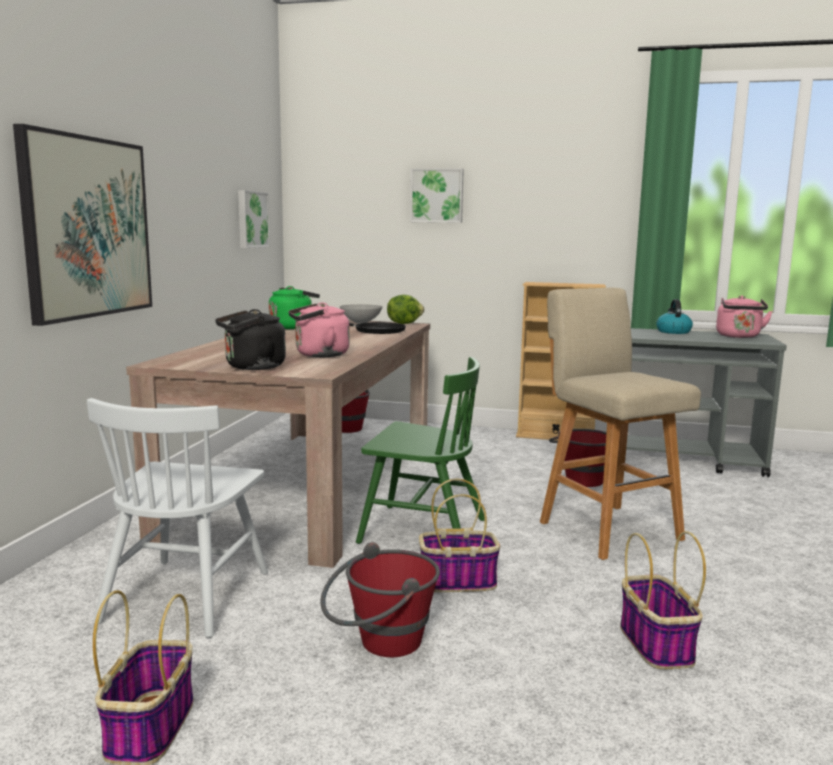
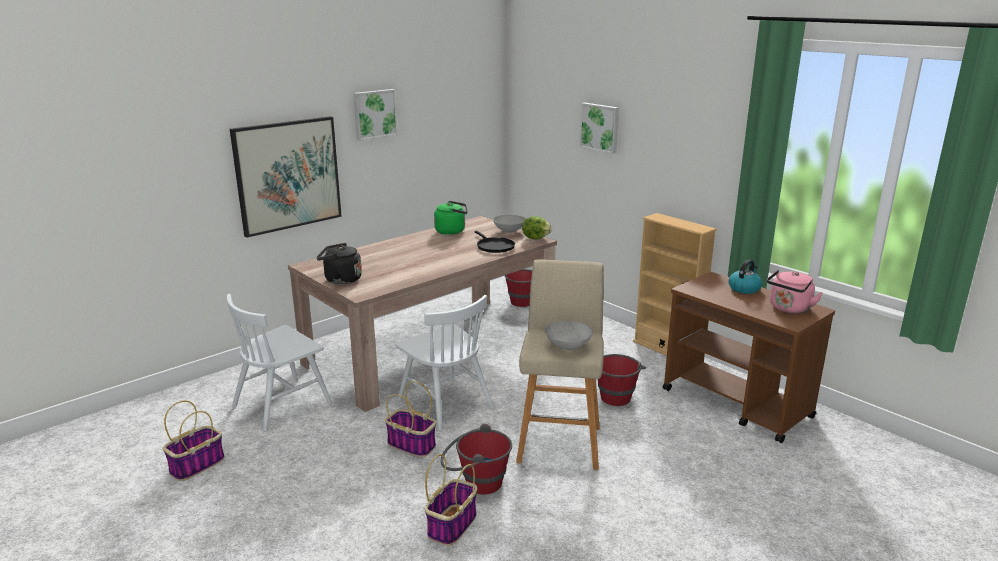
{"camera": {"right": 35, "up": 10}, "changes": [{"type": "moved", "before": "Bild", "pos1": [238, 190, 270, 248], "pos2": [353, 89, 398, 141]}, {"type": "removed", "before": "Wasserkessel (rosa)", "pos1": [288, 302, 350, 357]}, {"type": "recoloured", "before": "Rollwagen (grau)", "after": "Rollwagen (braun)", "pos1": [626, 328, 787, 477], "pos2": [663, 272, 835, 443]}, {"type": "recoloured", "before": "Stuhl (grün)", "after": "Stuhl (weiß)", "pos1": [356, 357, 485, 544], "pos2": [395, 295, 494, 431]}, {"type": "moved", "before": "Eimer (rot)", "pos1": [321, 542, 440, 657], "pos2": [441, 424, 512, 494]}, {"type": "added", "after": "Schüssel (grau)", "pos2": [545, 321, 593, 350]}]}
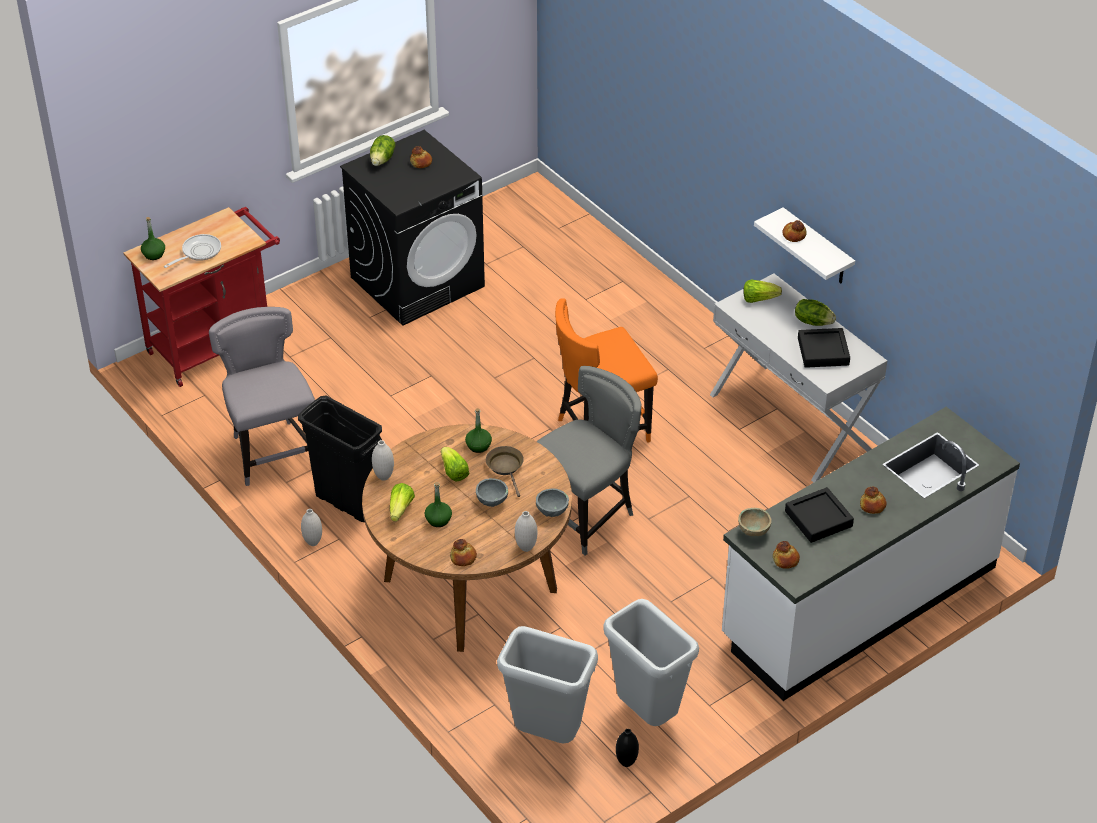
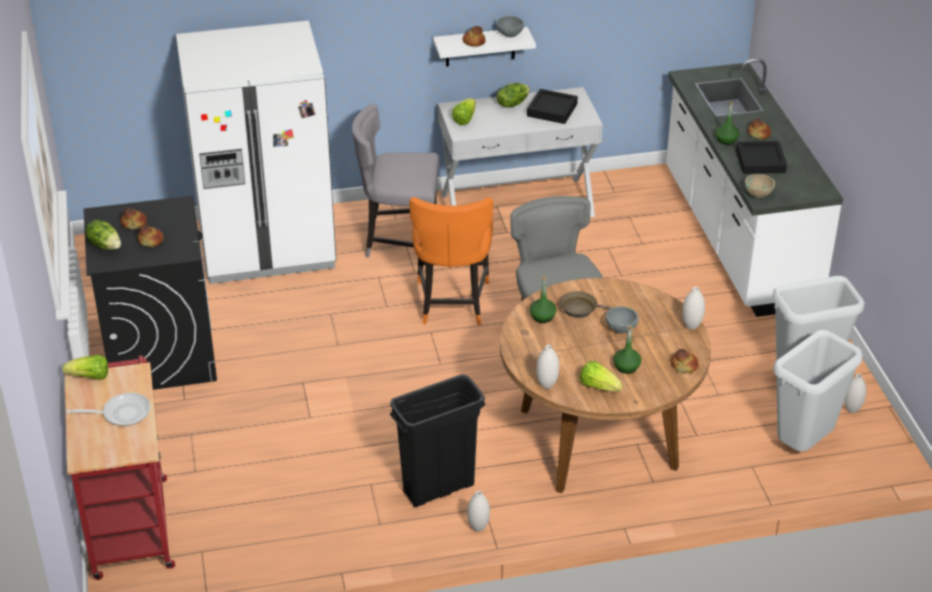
{"camera": {"right": -65, "up": -5}, "changes": [{"type": "moved", "before": "Flasche (grün)", "pos1": [141, 217, 165, 260], "pos2": [716, 101, 739, 145]}, {"type": "turned", "before": "Pfanne", "pos1": [164, 234, 221, 268], "pos2": [67, 393, 150, 426], "turn": 105}, {"type": "moved", "before": "Stuhl (grau)", "pos1": [209, 307, 315, 486], "pos2": [352, 104, 439, 258]}, {"type": "moved", "before": "Salatkopf", "pos1": [441, 447, 469, 482], "pos2": [63, 355, 108, 380]}, {"type": "moved", "before": "Schüssel (grau)", "pos1": [536, 488, 569, 517], "pos2": [496, 16, 524, 37]}, {"type": "moved", "before": "Brot", "pos1": [773, 541, 800, 569], "pos2": [137, 225, 163, 247]}, {"type": "recoloured", "before": "Vase (schwarz)", "after": "Vase (weiß)", "pos1": [616, 729, 639, 767], "pos2": [844, 374, 866, 413]}, {"type": "added", "after": "Kühlschrank (weiß)", "pos2": [176, 21, 336, 284]}]}
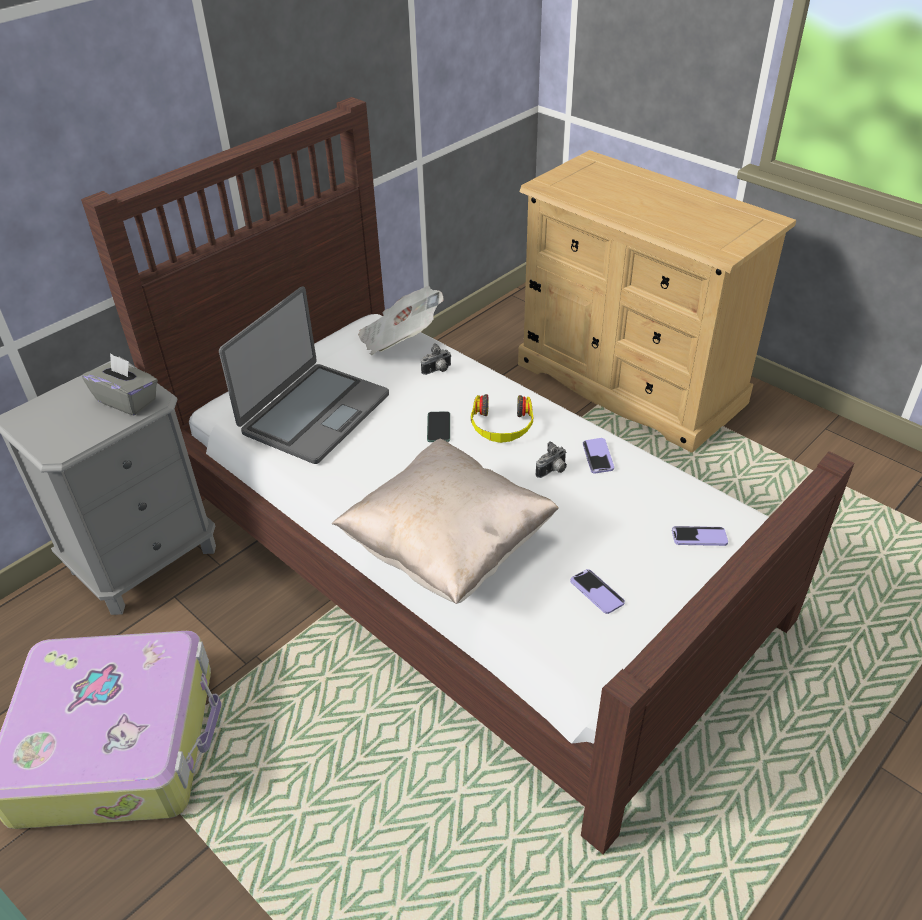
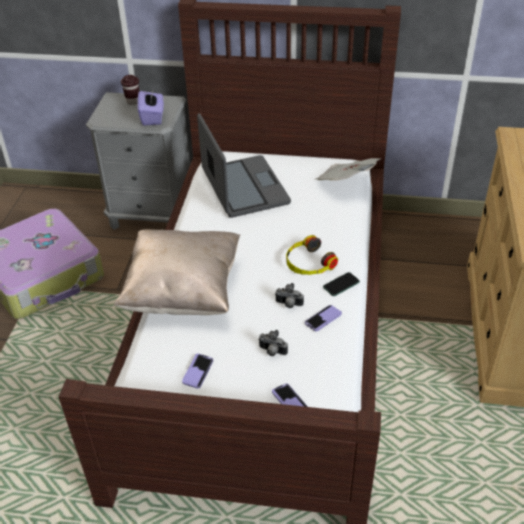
{"camera": {"right": 55, "up": 0}, "changes": [{"type": "turned", "before": "Laptop", "pos1": [219, 286, 389, 464], "pos2": [197, 113, 291, 218], "turn": -105}, {"type": "moved", "before": "Kamera", "pos1": [421, 343, 452, 375], "pos2": [258, 330, 288, 356]}, {"type": "recoloured", "before": "Taschentuchbox (grau)", "after": "Taschentuchbox (lila)", "pos1": [82, 353, 158, 415], "pos2": [137, 88, 164, 126]}, {"type": "moved", "before": "Handy", "pos1": [427, 411, 450, 442], "pos2": [323, 272, 360, 296]}, {"type": "added", "after": "Tasse (braun)", "pos2": [121, 75, 139, 105]}]}
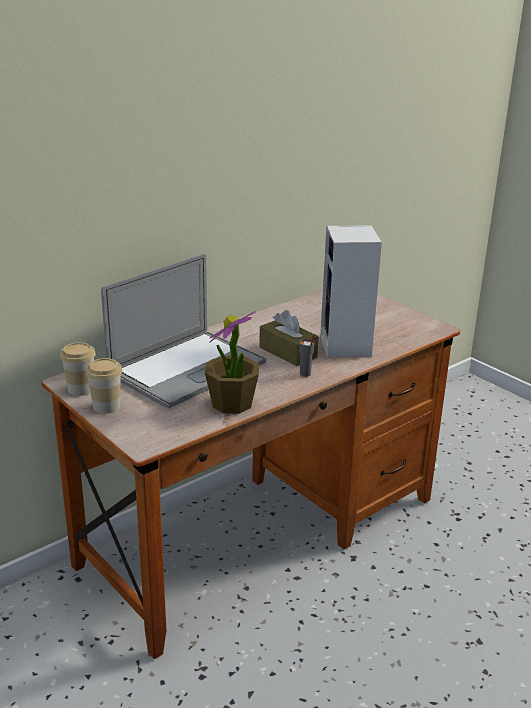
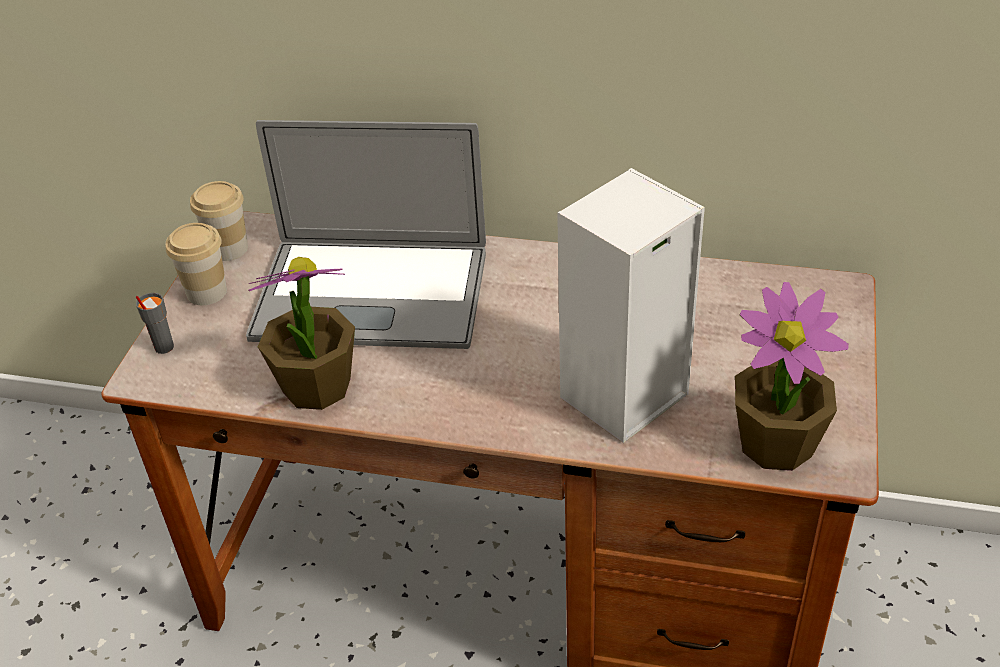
{"camera": {"right": 55, "up": 15}, "changes": [{"type": "removed", "before": "Taschentuchbox (braun)", "pos1": [259, 310, 319, 366]}, {"type": "moved", "before": "Tasse (grau)", "pos1": [299, 335, 315, 377], "pos2": [136, 293, 174, 354]}, {"type": "added", "after": "Topfpflanze", "pos2": [735, 282, 849, 471]}]}
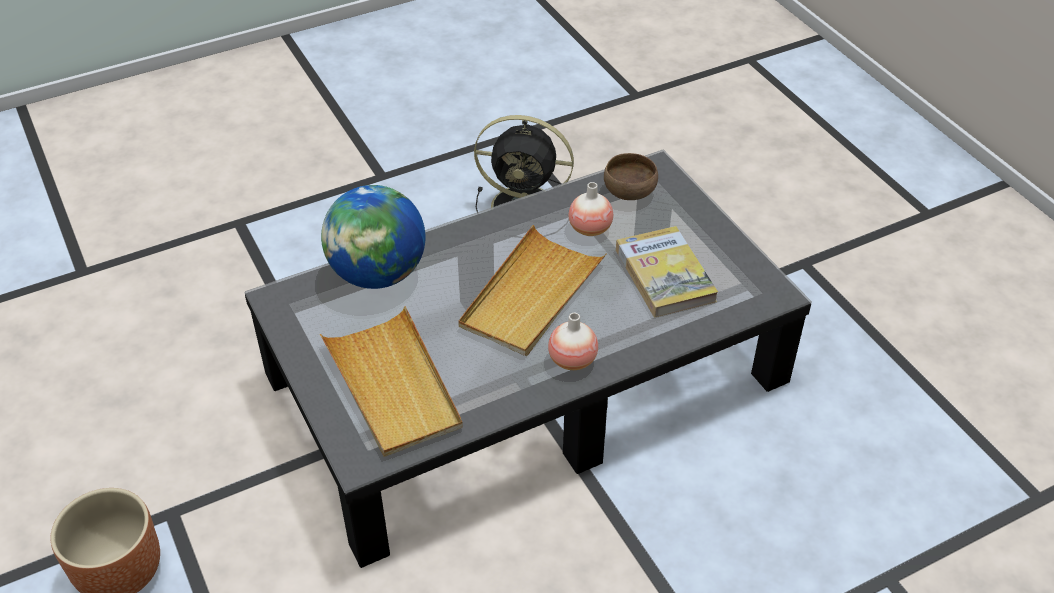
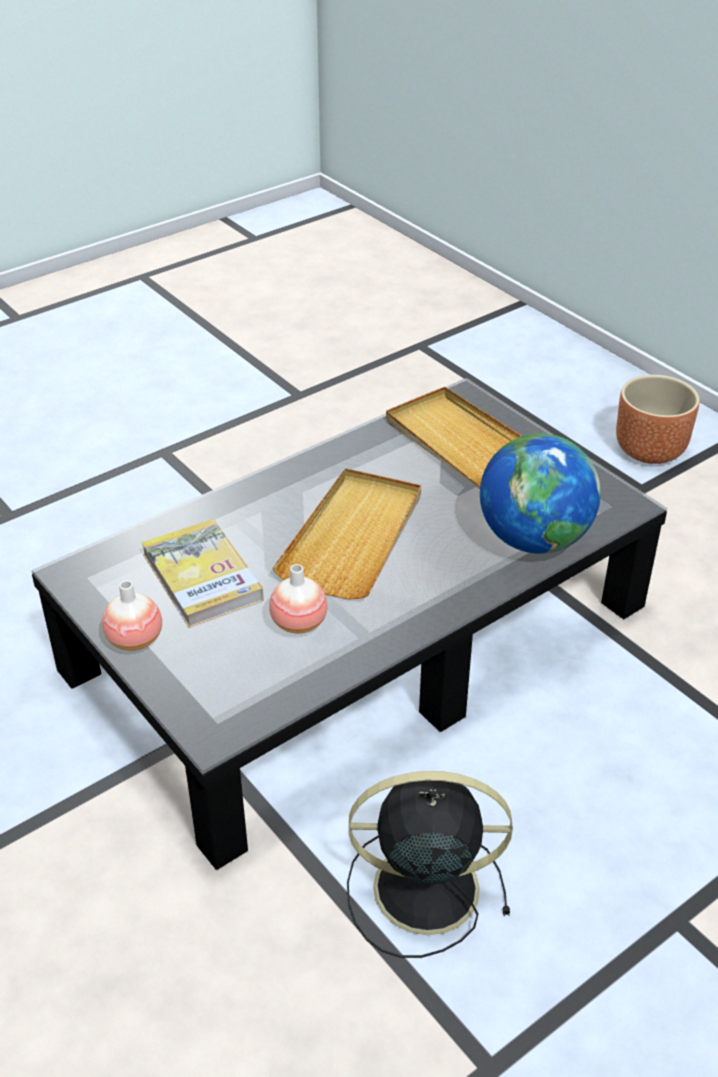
{"camera": {"right": 170, "up": -5}, "changes": [{"type": "removed", "before": "Schüssel (braun)", "pos1": [604, 153, 658, 200]}, {"type": "moved", "before": "Vase", "pos1": [548, 313, 598, 370], "pos2": [102, 580, 162, 651]}]}
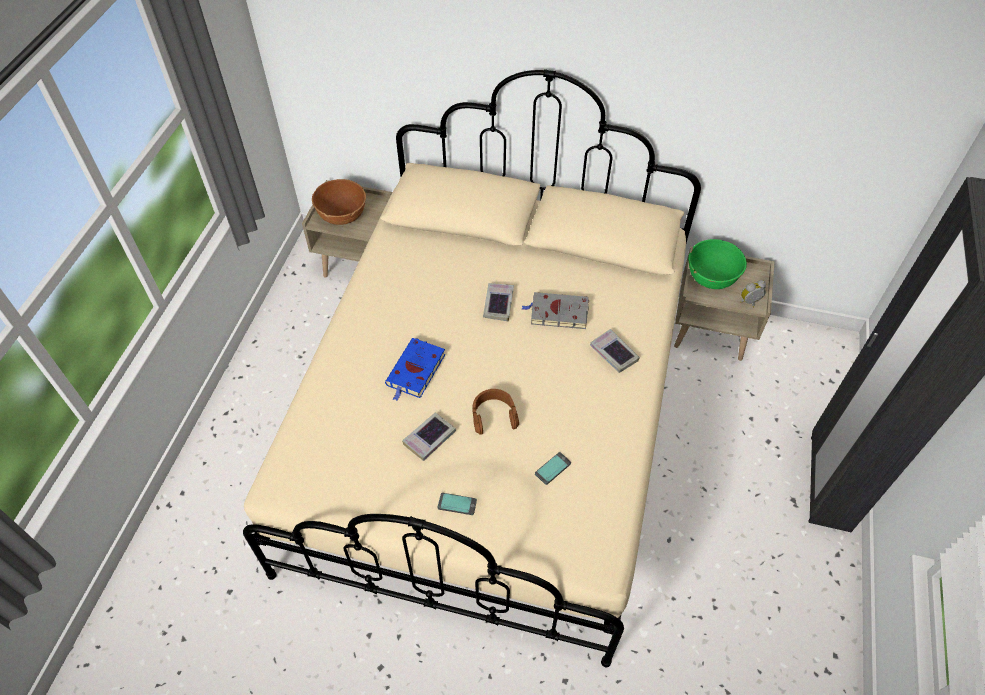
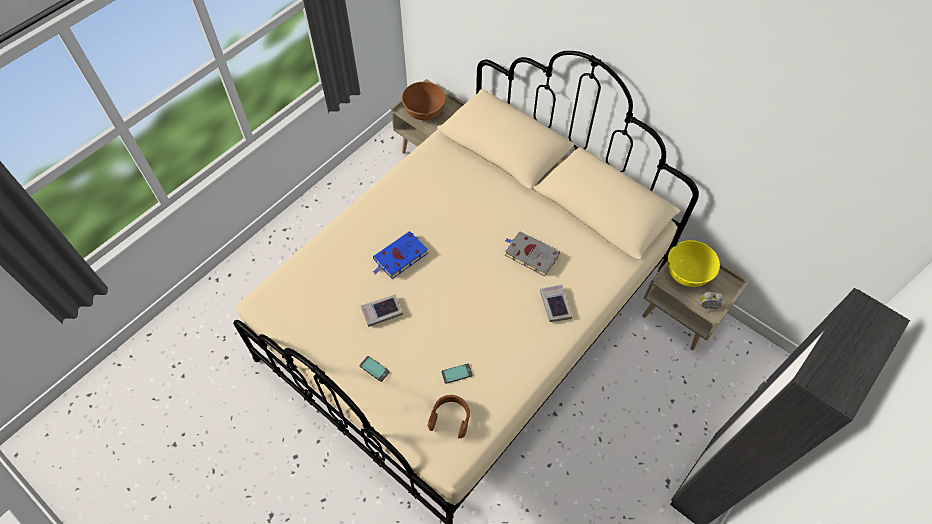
{"camera": {"right": 25, "up": 5}, "changes": [{"type": "recoloured", "before": "Schüssel (grün)", "after": "Schüssel (gelb)", "pos1": [688, 239, 747, 289], "pos2": [668, 240, 720, 287]}, {"type": "removed", "before": "Buch", "pos1": [483, 283, 514, 321]}, {"type": "moved", "before": "Kopfhörer (braun)", "pos1": [472, 389, 519, 435], "pos2": [427, 395, 470, 439]}]}
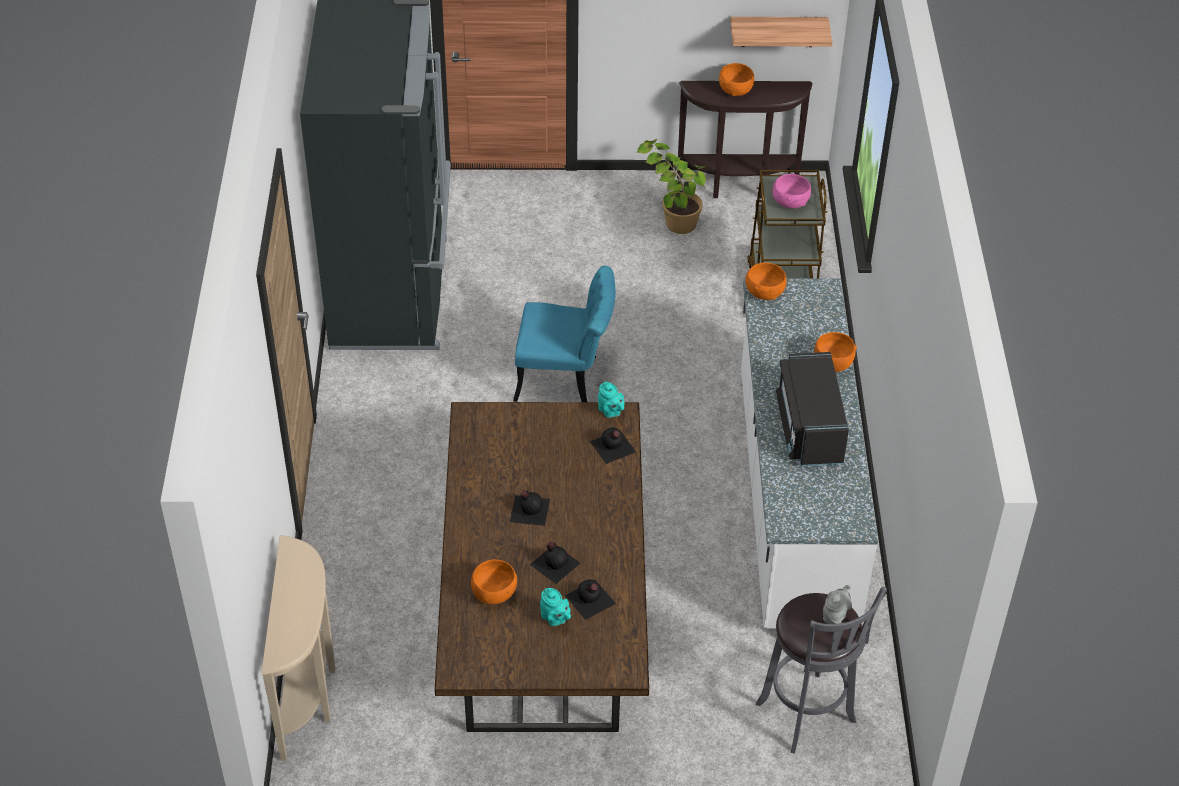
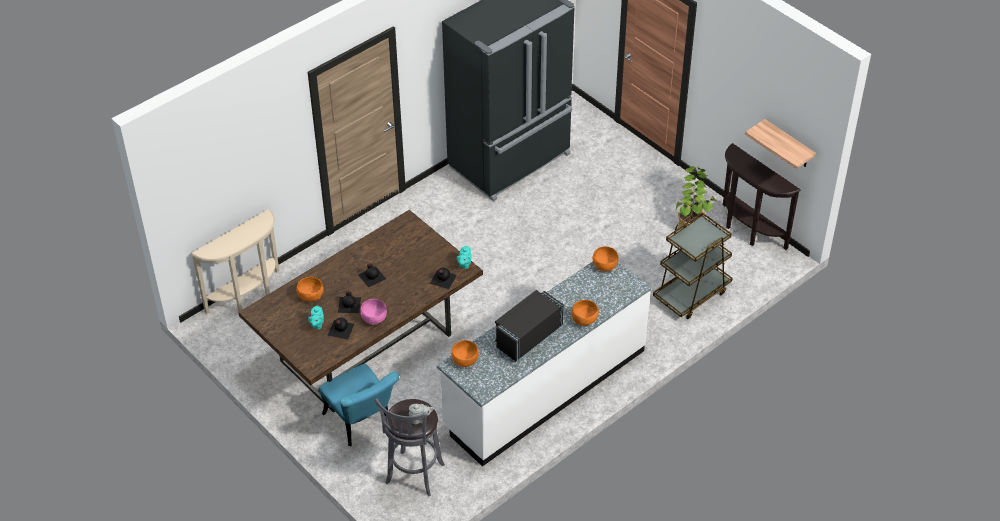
{"camera": {"right": 50, "up": 0}, "changes": [{"type": "moved", "before": "Schüssel (orange)", "pos1": [719, 63, 754, 96], "pos2": [451, 340, 479, 367]}, {"type": "moved", "before": "Schüssel (rosa)", "pos1": [772, 174, 811, 209], "pos2": [360, 299, 387, 325]}, {"type": "moved", "before": "Stuhl (türkis)", "pos1": [513, 266, 616, 402], "pos2": [319, 364, 399, 446]}]}
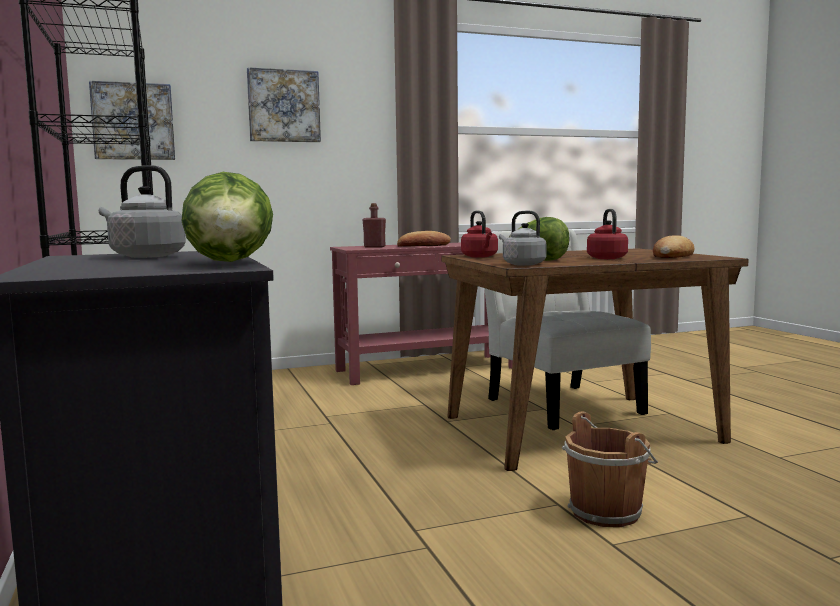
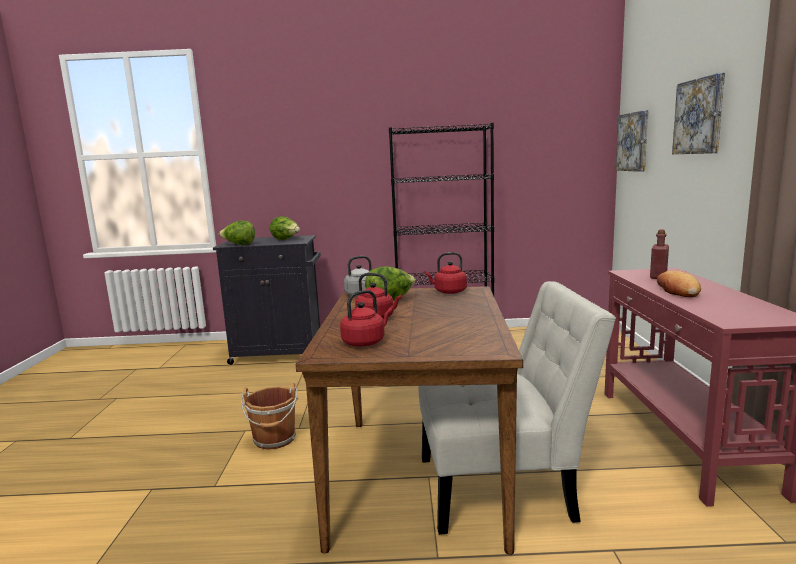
{"camera": {"right": 110, "up": 5}, "changes": [{"type": "replaced", "before": "Wasserkessel (grau)", "after": "Salatkopf", "pos1": [99, 165, 186, 258], "pos2": [270, 217, 300, 240]}, {"type": "replaced", "before": "Brot", "after": "Wasserkessel (rot)", "pos1": [653, 235, 694, 258], "pos2": [340, 290, 392, 346]}]}
